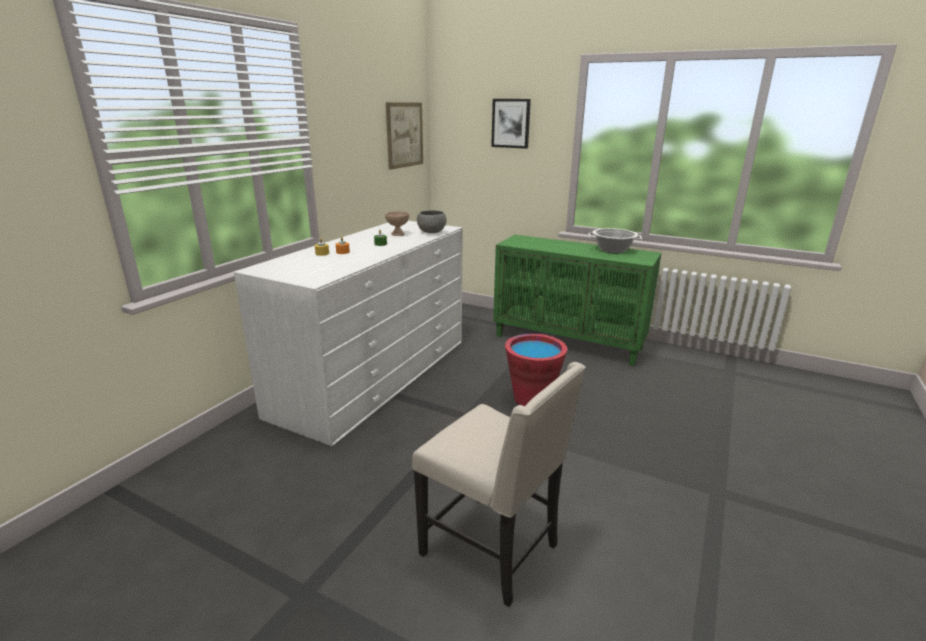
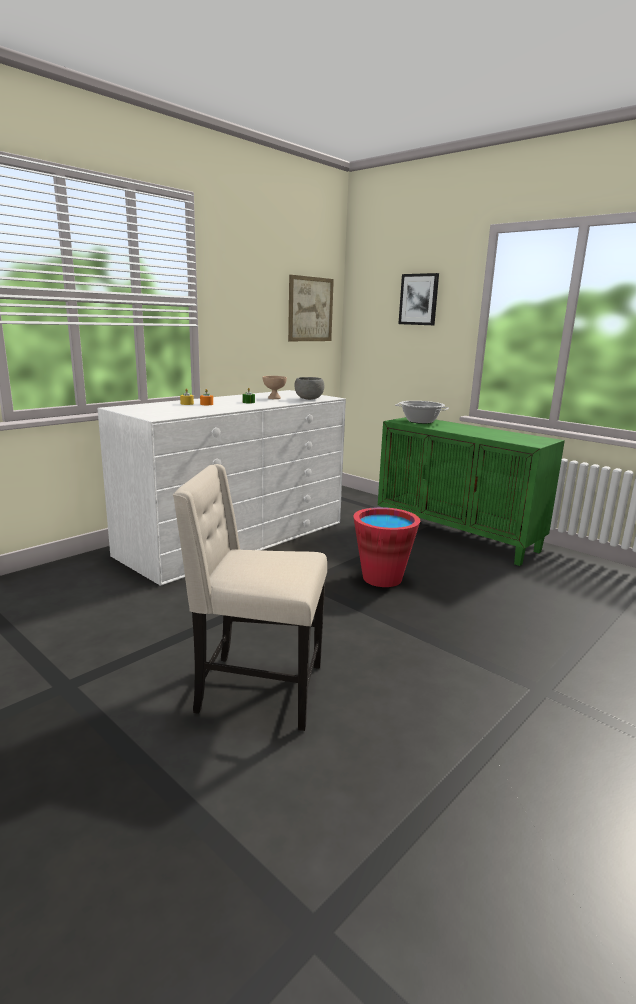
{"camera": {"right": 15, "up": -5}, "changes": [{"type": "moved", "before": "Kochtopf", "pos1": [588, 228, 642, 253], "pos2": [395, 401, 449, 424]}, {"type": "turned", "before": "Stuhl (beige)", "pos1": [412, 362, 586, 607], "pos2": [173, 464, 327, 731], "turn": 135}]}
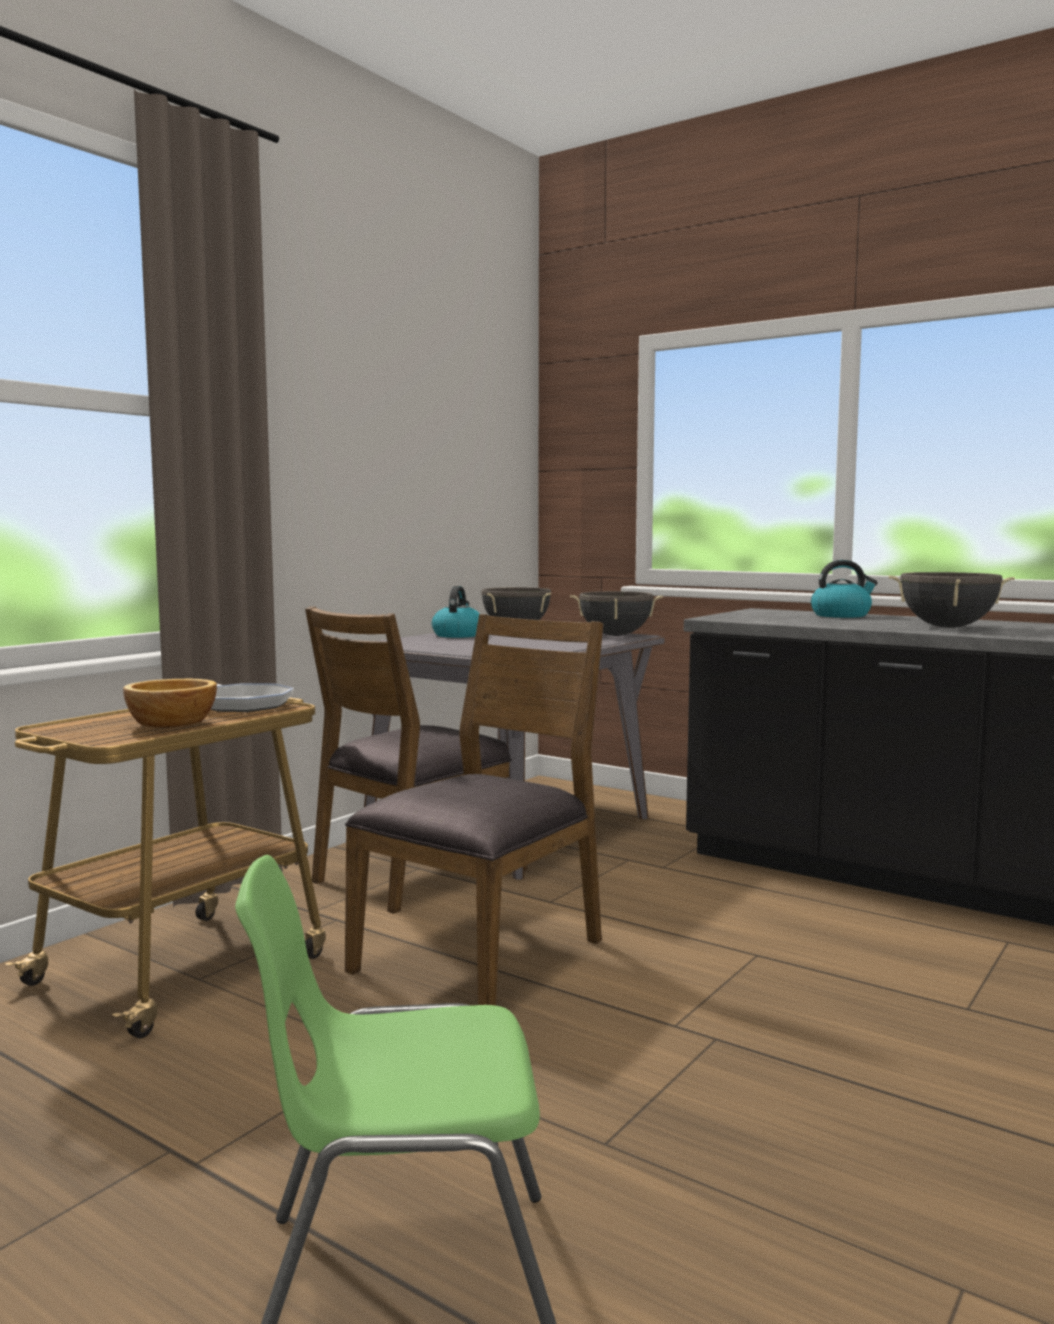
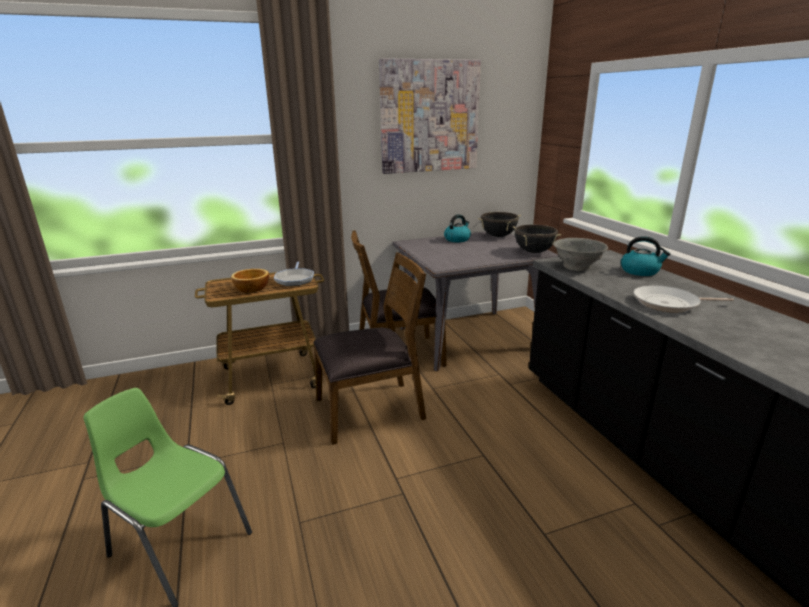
{"camera": {"right": 35, "up": 15}, "changes": [{"type": "replaced", "before": "Kochtopf (schwarz)", "after": "Pfanne", "pos1": [889, 572, 1015, 628], "pos2": [634, 285, 734, 312]}, {"type": "added", "after": "Bild", "pos2": [379, 58, 481, 174]}, {"type": "added", "after": "Schüssel (grau)", "pos2": [553, 238, 608, 271]}]}
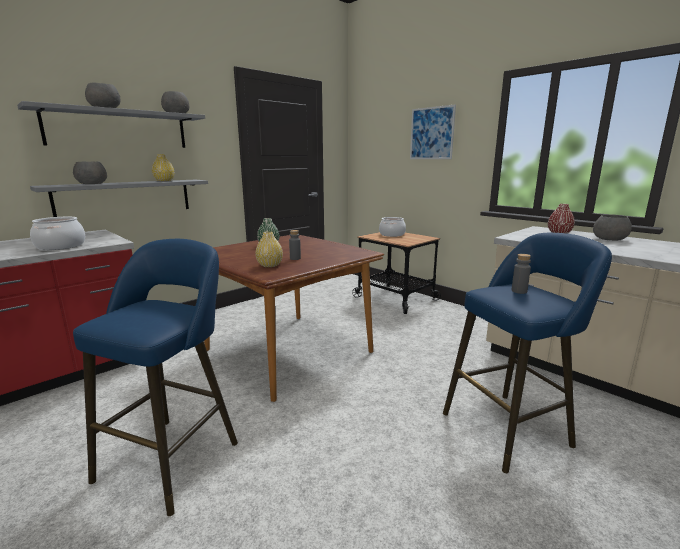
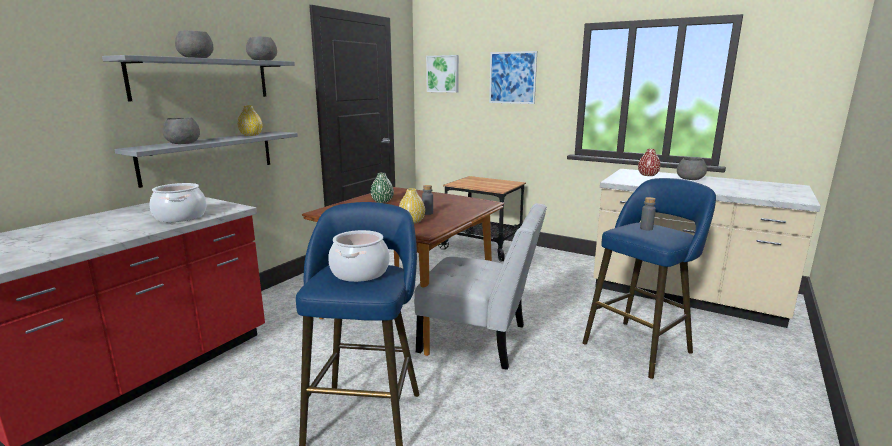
{"camera": {"right": -15, "up": 0}, "changes": [{"type": "moved", "before": "Kochtopf", "pos1": [379, 217, 406, 237], "pos2": [328, 230, 389, 282]}, {"type": "added", "after": "Bild", "pos2": [426, 55, 459, 93]}, {"type": "added", "after": "Stuhl (weiß)", "pos2": [414, 203, 547, 370]}]}
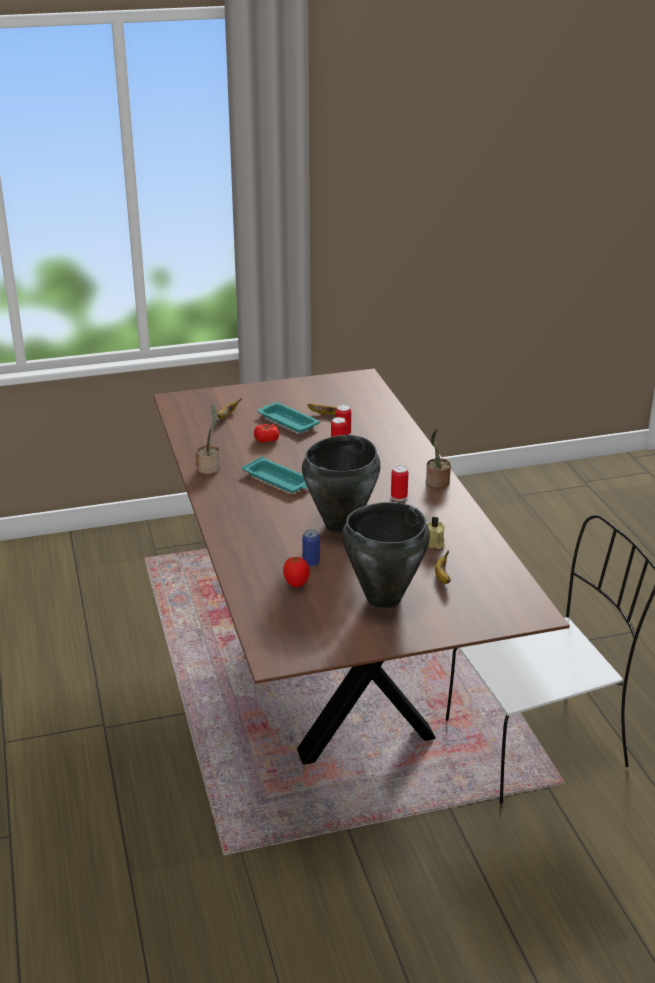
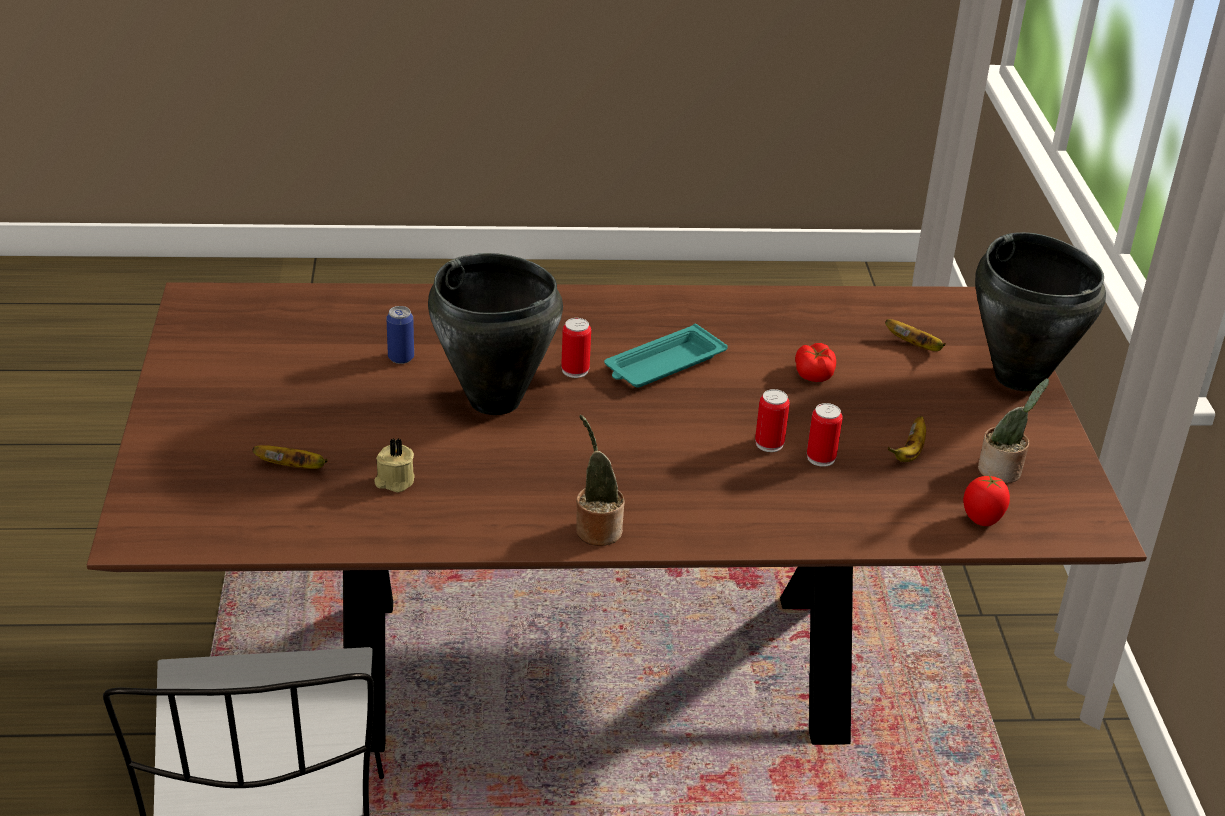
{"camera": {"right": 100, "up": 5}, "changes": [{"type": "removed", "before": "Tablett (türkis)", "pos1": [257, 402, 320, 433]}, {"type": "moved", "before": "Topfpflanze", "pos1": [196, 404, 220, 474], "pos2": [978, 378, 1049, 483]}, {"type": "moved", "before": "Dose", "pos1": [391, 465, 408, 501], "pos2": [561, 318, 591, 378]}, {"type": "moved", "before": "Kochtopf (schwarz)", "pos1": [342, 502, 430, 609], "pos2": [975, 232, 1106, 391]}, {"type": "moved", "before": "Tomate", "pos1": [283, 557, 310, 587], "pos2": [963, 475, 1010, 526]}]}
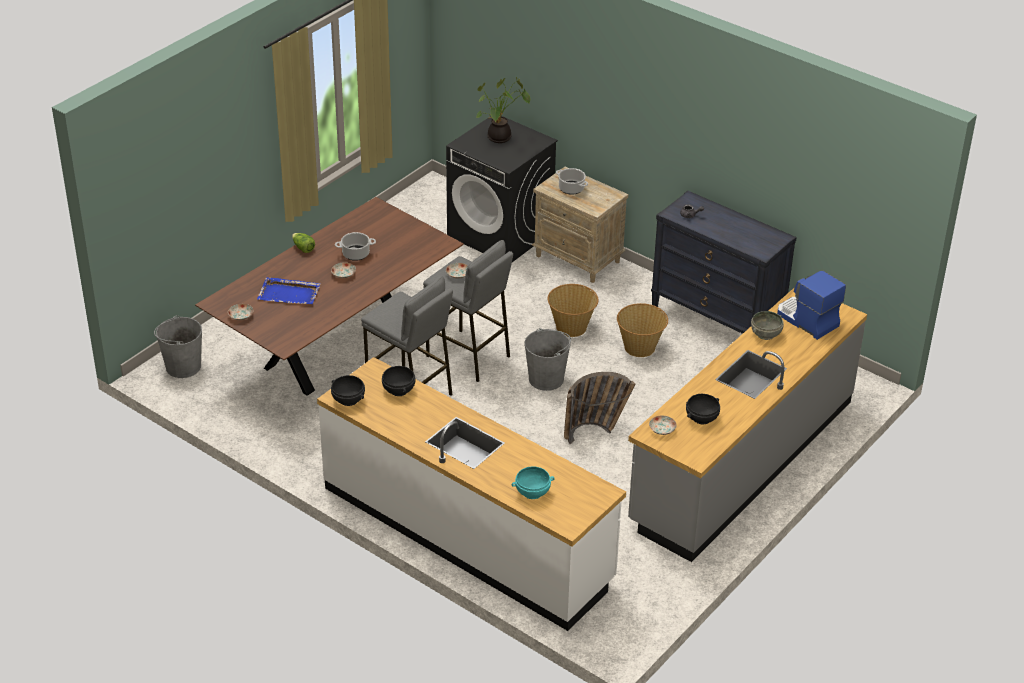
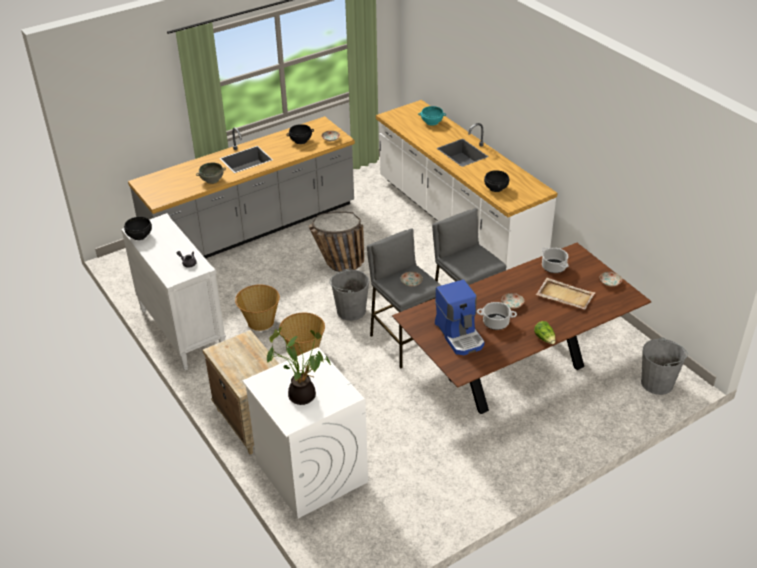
{"camera": {"right": -160, "up": 0}, "changes": [{"type": "recoloured", "before": "Waschmaschine (schwarz)", "after": "Waschmaschine (weiß)", "pos1": [446, 116, 558, 262], "pos2": [242, 347, 368, 519]}, {"type": "moved", "before": "Kochtopf", "pos1": [556, 168, 588, 195], "pos2": [542, 247, 569, 273]}, {"type": "recoloured", "before": "Kommode (schwarz)", "after": "Kommode (weiß)", "pos1": [651, 191, 797, 334], "pos2": [121, 213, 226, 370]}, {"type": "moved", "before": "Kaffeemaschine", "pos1": [777, 271, 846, 340], "pos2": [435, 280, 485, 355]}, {"type": "recoloured", "before": "Tablett (blau)", "after": "Tablett (beige)", "pos1": [257, 277, 321, 304], "pos2": [536, 278, 595, 310]}, {"type": "moved", "before": "Schüssel (schwarz)", "pos1": [331, 375, 365, 406], "pos2": [124, 217, 152, 240]}]}
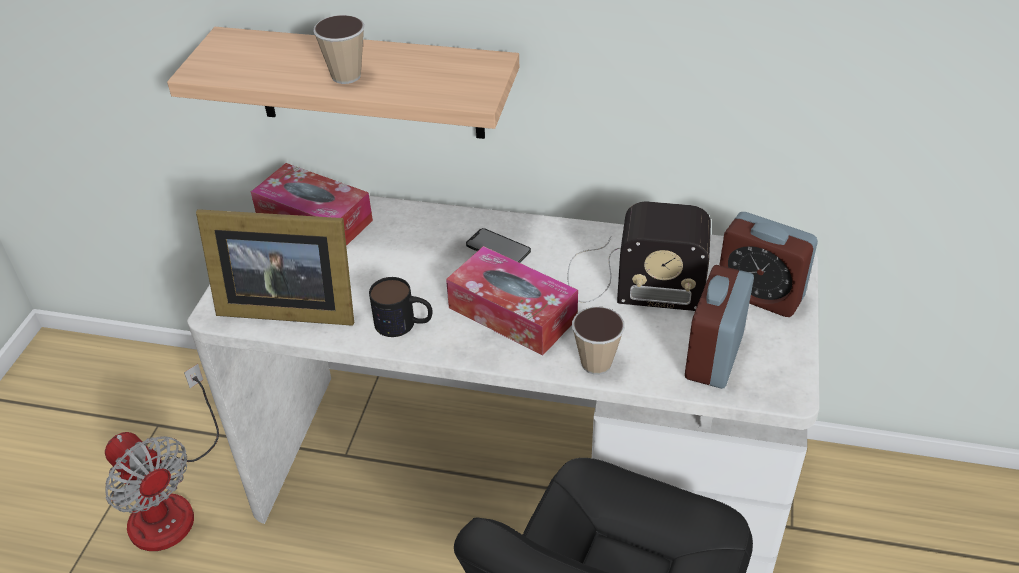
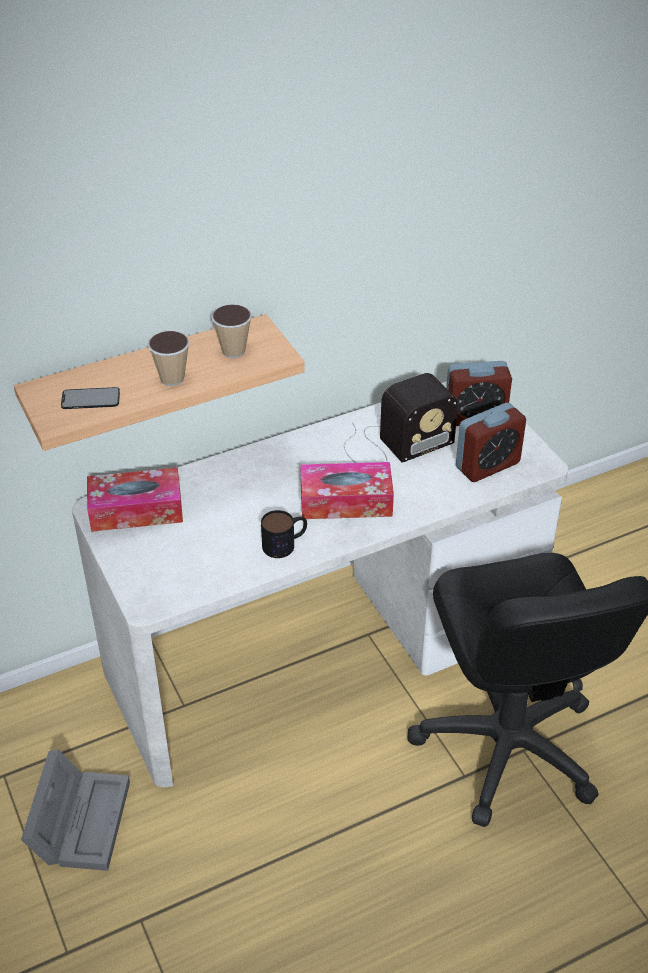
{"camera": {"right": -40, "up": 0}, "changes": [{"type": "removed", "before": "Bilderrahmen", "pos1": [196, 209, 354, 326]}, {"type": "moved", "before": "Handy", "pos1": [466, 228, 531, 263], "pos2": [61, 387, 120, 409]}, {"type": "turned", "before": "Wecker", "pos1": [685, 265, 754, 389], "pos2": [456, 403, 526, 482], "turn": -105}, {"type": "moved", "before": "Tasse", "pos1": [572, 307, 625, 375], "pos2": [211, 304, 252, 358]}, {"type": "replaced", "before": "Ventilator", "after": "Aufbewahrungsbox (grau)", "pos1": [105, 364, 219, 551], "pos2": [21, 749, 130, 871]}]}
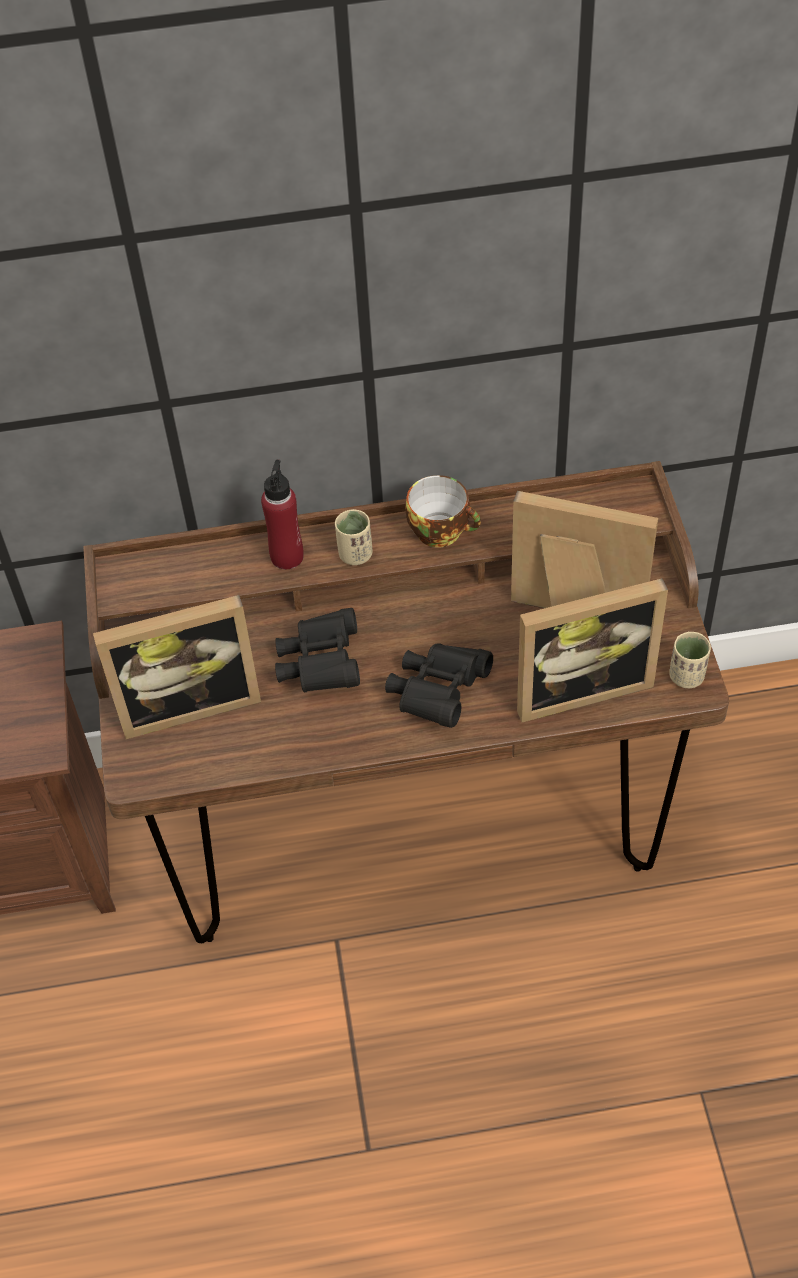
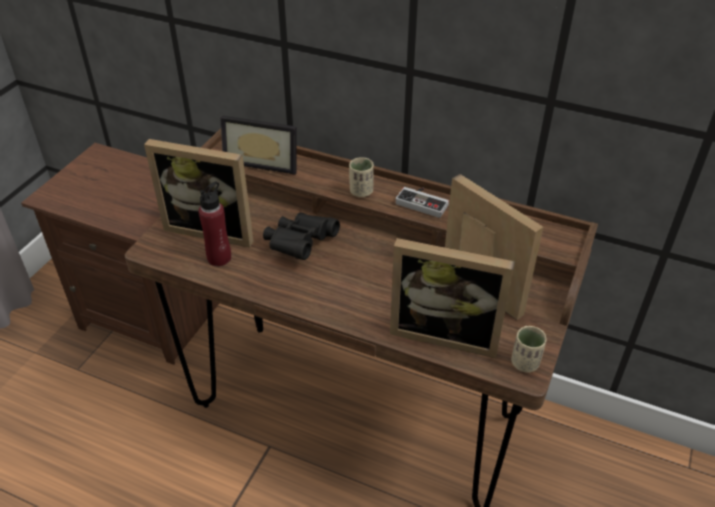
{"camera": {"right": 30, "up": -10}, "changes": [{"type": "moved", "before": "Flasche (rot)", "pos1": [261, 460, 304, 569], "pos2": [198, 182, 231, 266]}, {"type": "replaced", "before": "Tasse", "after": "Gamepad", "pos1": [406, 475, 481, 547], "pos2": [395, 187, 449, 218]}, {"type": "removed", "before": "Fernglas (schwarz)", "pos1": [385, 643, 493, 728]}, {"type": "added", "after": "Bilderrahmen", "pos2": [220, 115, 296, 175]}]}
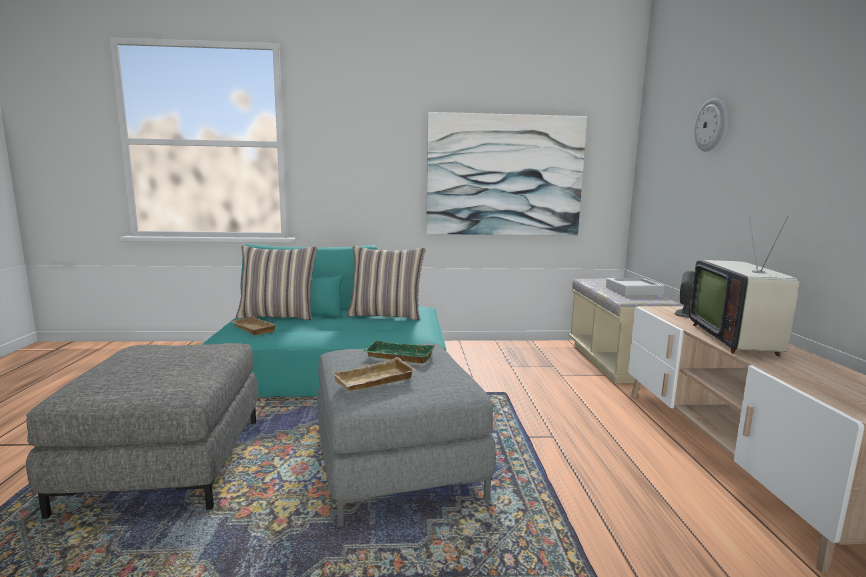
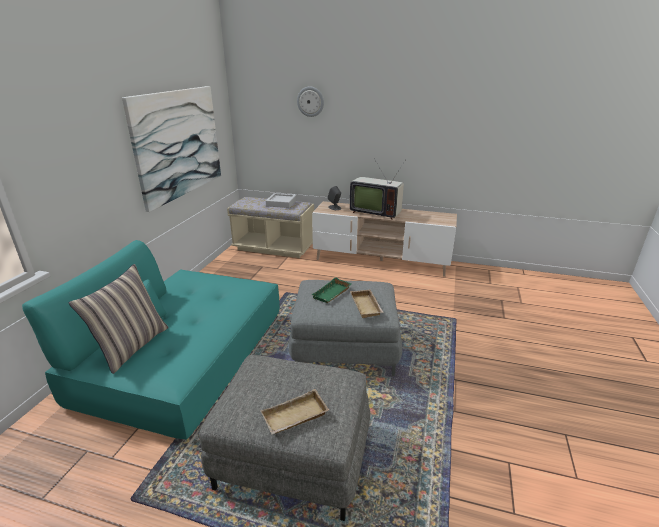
{"camera": {"right": -70, "up": 15}, "changes": [{"type": "removed", "before": "Kissen", "pos1": [347, 246, 426, 320]}, {"type": "moved", "before": "Tablett (beige)", "pos1": [230, 316, 276, 335], "pos2": [261, 389, 329, 434]}]}
